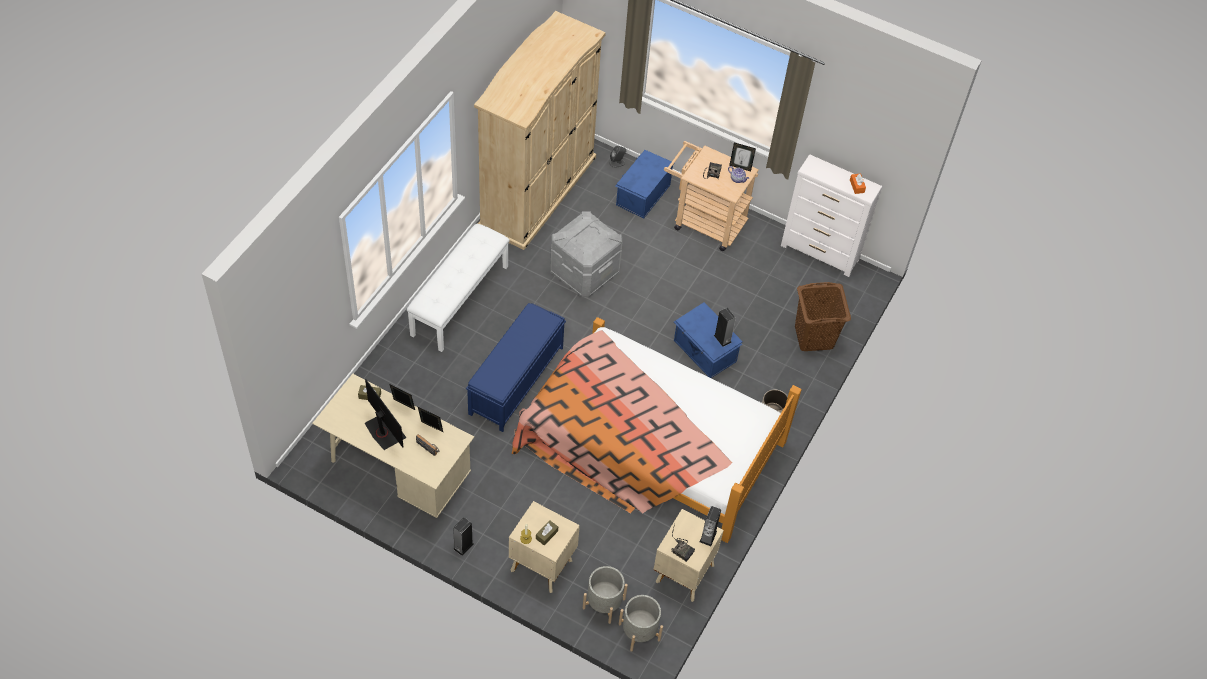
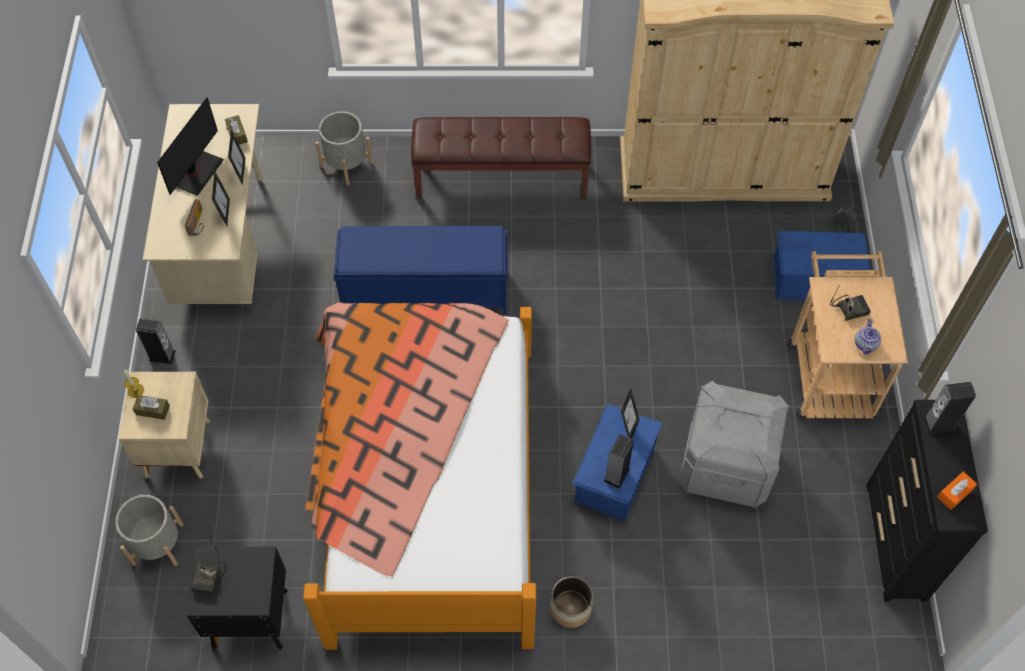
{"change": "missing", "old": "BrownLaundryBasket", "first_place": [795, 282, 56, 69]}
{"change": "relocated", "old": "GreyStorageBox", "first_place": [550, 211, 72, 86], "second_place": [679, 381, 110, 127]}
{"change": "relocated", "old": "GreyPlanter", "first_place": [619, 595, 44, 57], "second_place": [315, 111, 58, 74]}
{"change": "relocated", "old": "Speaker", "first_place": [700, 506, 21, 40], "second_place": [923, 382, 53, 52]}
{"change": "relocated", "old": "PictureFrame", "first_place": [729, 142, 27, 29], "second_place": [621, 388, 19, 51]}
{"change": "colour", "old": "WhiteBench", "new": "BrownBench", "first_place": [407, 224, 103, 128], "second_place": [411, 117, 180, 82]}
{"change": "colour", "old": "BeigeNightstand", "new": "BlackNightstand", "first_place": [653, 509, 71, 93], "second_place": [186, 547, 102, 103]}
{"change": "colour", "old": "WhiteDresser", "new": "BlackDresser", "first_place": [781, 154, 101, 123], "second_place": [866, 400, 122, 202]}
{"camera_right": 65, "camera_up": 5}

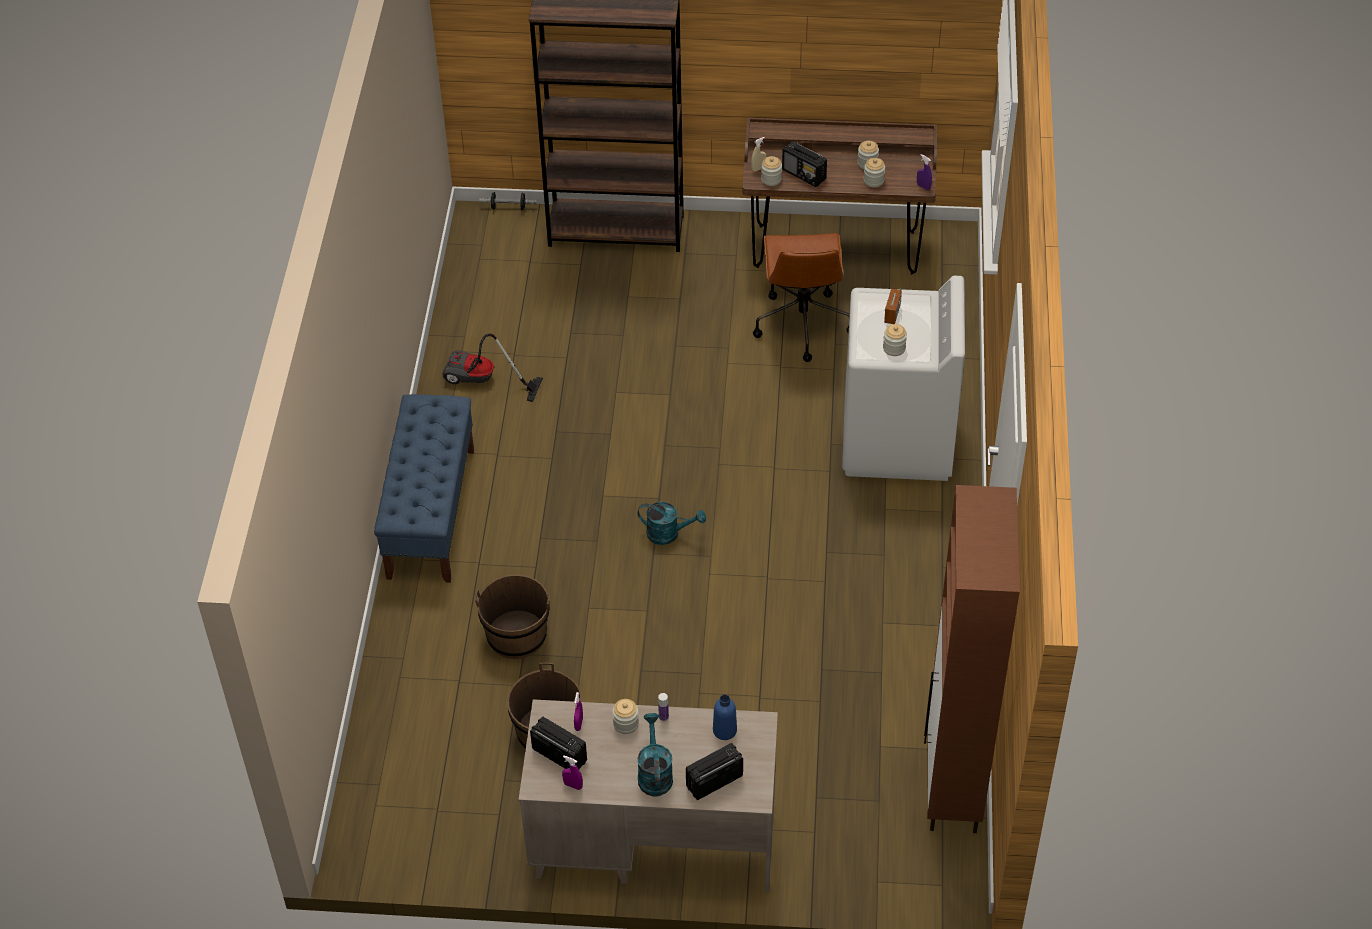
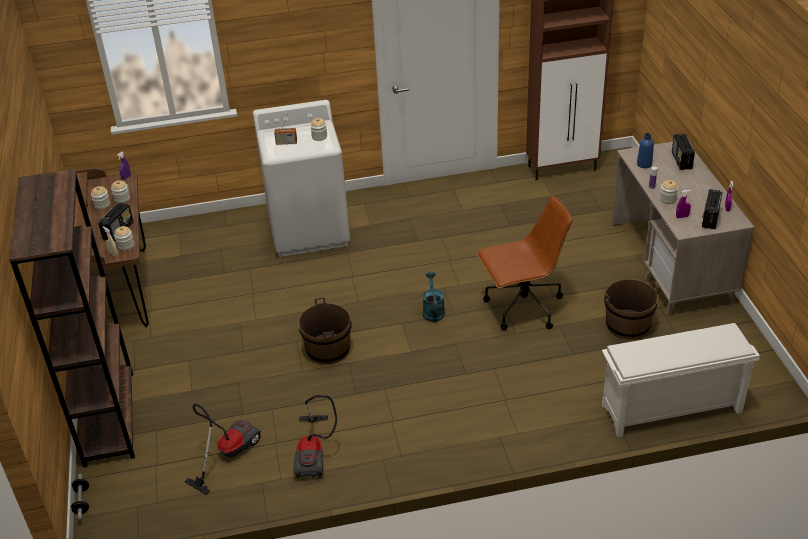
{"change": "missing", "old": "BlueBench", "first_place": [374, 394, 100, 189]}
{"change": "missing", "old": "TurquoiseWateringCan", "first_place": [637, 713, 36, 84]}
{"change": "appeared", "new": "VacuumCleaner", "second_place": [184, 404, 77, 91]}
{"change": "appeared", "new": "WhiteShoeRack", "second_place": [602, 323, 158, 114]}
{"change": "relocated", "old": "BrownBucket", "first_place": [475, 574, 75, 85], "second_place": [298, 297, 54, 68]}
{"change": "relocated", "old": "BrownOfficeChair", "first_place": [753, 233, 97, 129], "second_place": [477, 196, 95, 134]}
{"change": "spun", "old": "Radio", "first_place": [686, 743, 57, 57], "second_place": [672, 133, 23, 37], "degrees": 45}
{"camera_right": -105, "camera_up": -10}

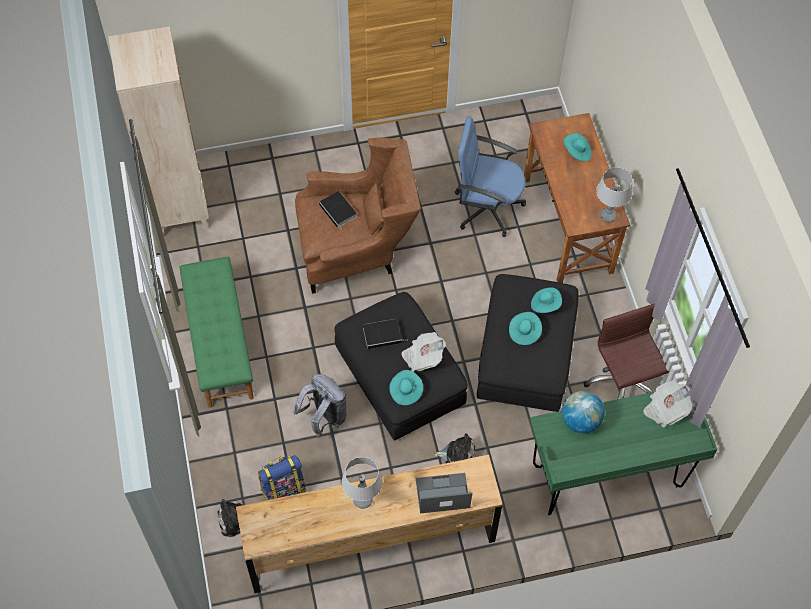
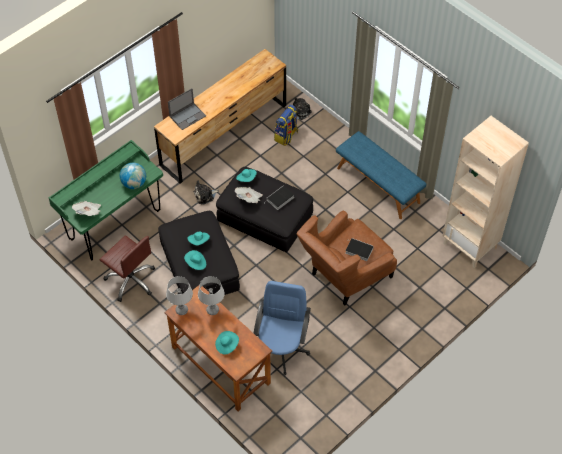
{"change": "missing", "old": "GreyBackpack", "first_place": [293, 374, 54, 64]}
{"change": "relocated", "old": "GreyTableLamp", "first_place": [342, 457, 41, 52], "second_place": [198, 276, 27, 39]}
{"change": "colour", "old": "GreenBench", "new": "BlueBench", "first_place": [179, 257, 75, 151], "second_place": [336, 131, 90, 88]}
{"change": "spun", "old": "BlueOfficeChair", "first_place": [455, 116, 71, 121], "second_place": [254, 281, 57, 94], "degrees": -60}
{"camera_right": 150, "camera_up": -5}

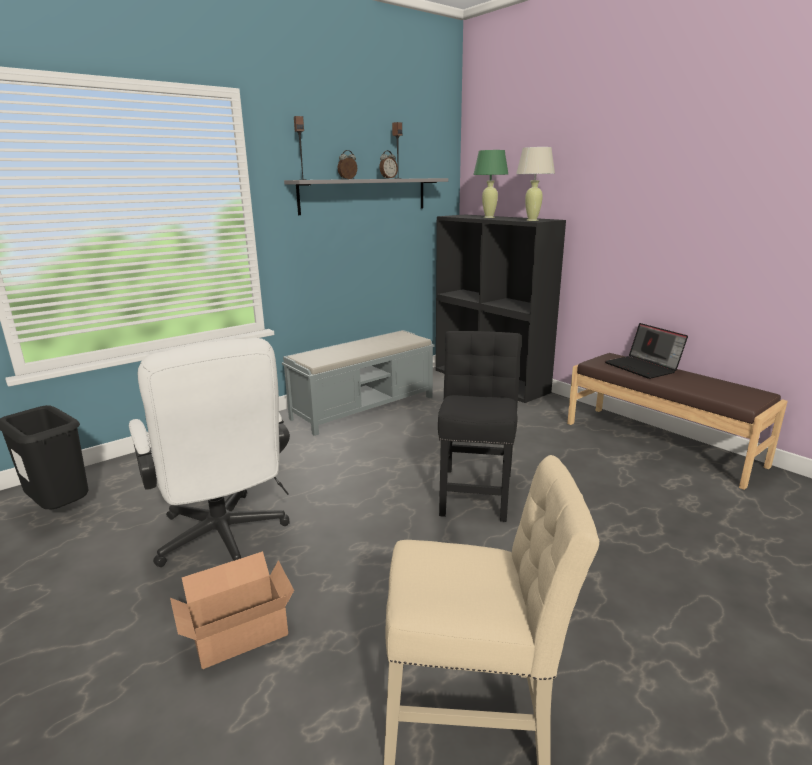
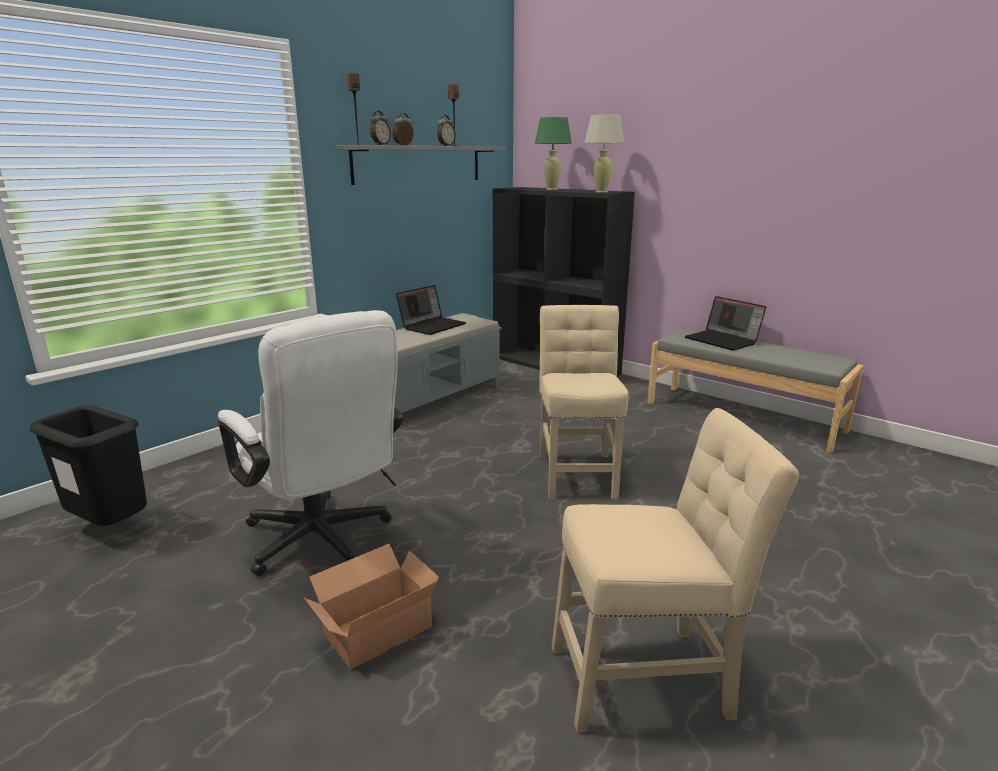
{"change": "appeared", "new": "AlarmClock", "second_place": [370, 111, 21, 34]}
{"change": "appeared", "new": "Laptop", "second_place": [396, 285, 70, 50]}
{"change": "colour", "old": "BlackChair", "new": "BeigeChair", "first_place": [438, 331, 84, 191], "second_place": [540, 305, 88, 195]}
{"change": "colour", "old": "BrownBench", "new": "GreyBench", "first_place": [567, 353, 221, 137], "second_place": [647, 328, 216, 125]}
{"camera_right": -10, "camera_up": 0}

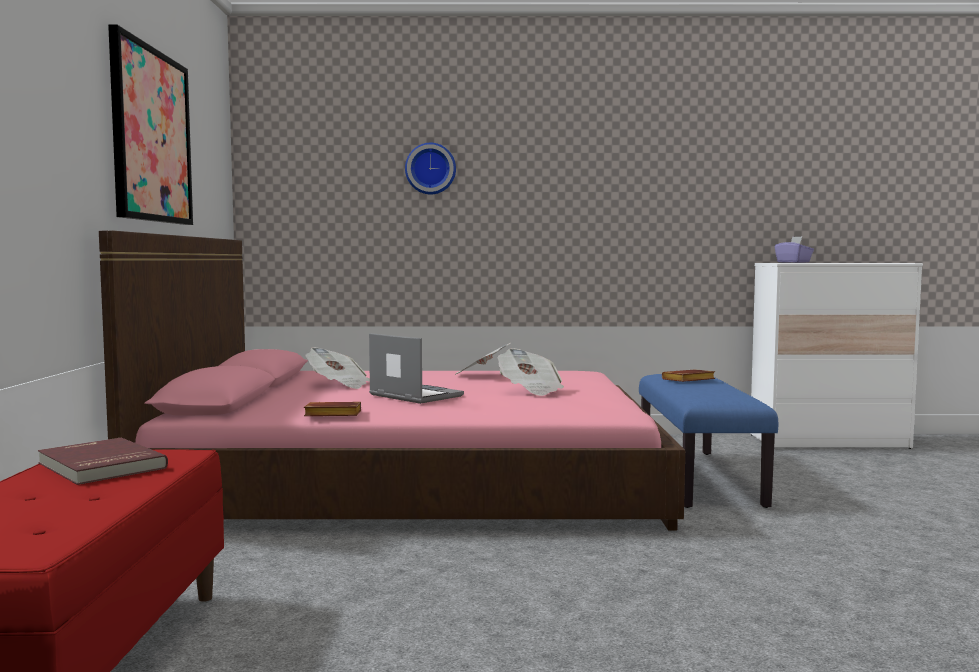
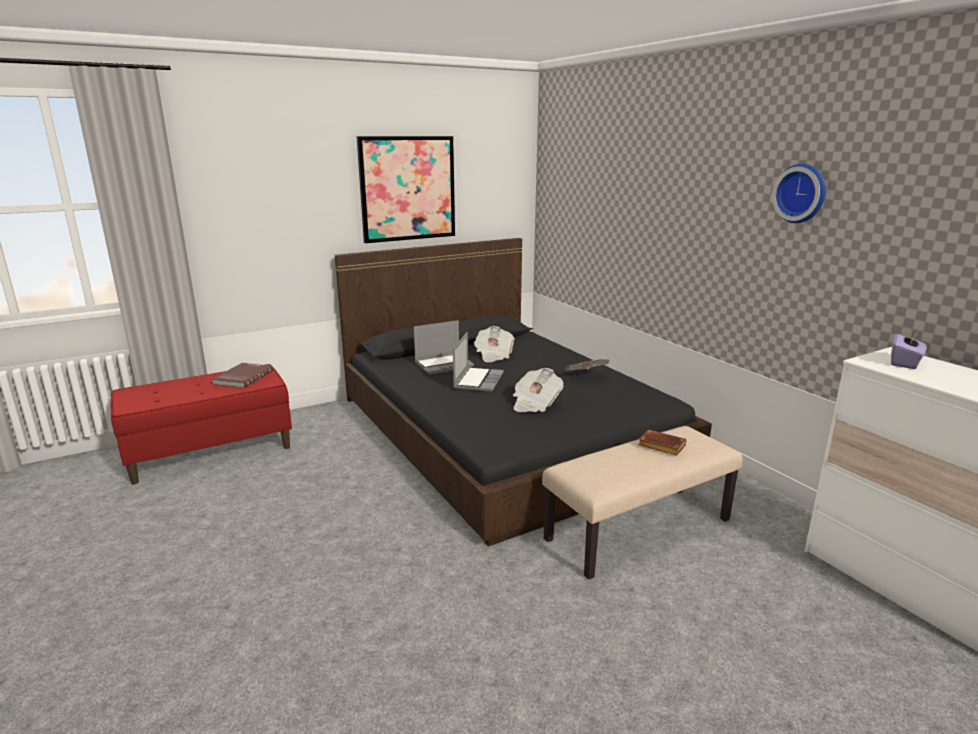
{"change": "missing", "old": "BrownBook", "first_place": [304, 402, 57, 14]}
{"change": "appeared", "new": "Laptop", "second_place": [414, 320, 60, 55]}
{"change": "relocated", "old": "WallClock", "first_place": [405, 143, 51, 51], "second_place": [772, 164, 54, 59]}
{"change": "colour", "old": "PinkBed", "new": "BlackBed", "first_place": [99, 230, 586, 300], "second_place": [335, 238, 377, 309]}
{"change": "colour", "old": "BlueBench", "new": "BeigeBench", "first_place": [639, 374, 139, 134], "second_place": [542, 426, 201, 154]}
{"camera_right": 60, "camera_up": 15}

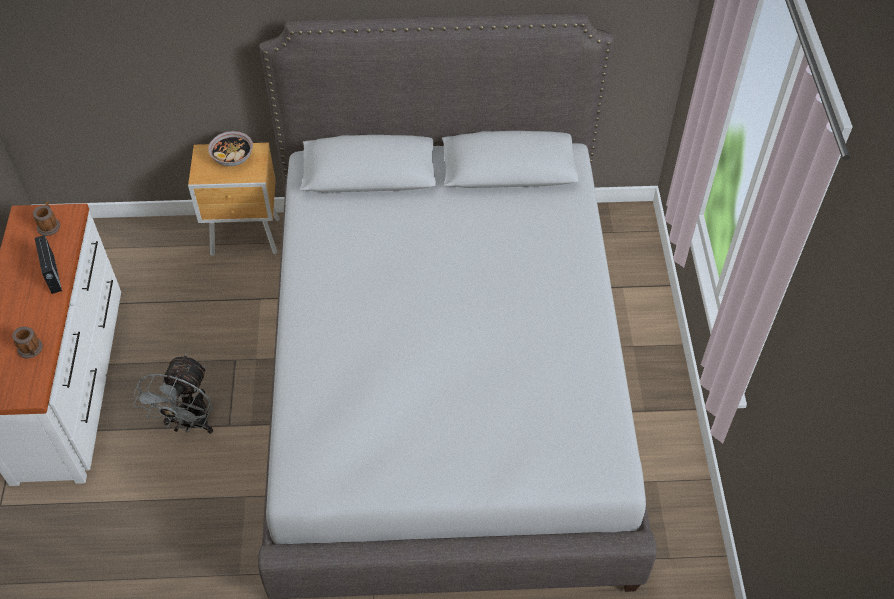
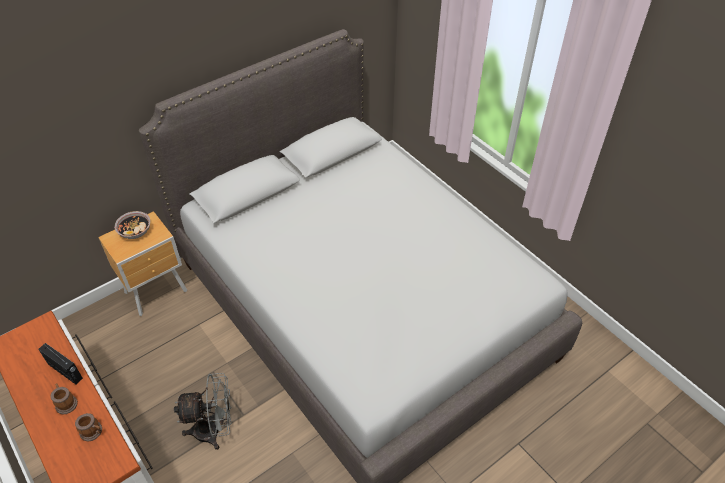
{"change": "relocated", "old": "Mug", "first_place": [33, 201, 27, 35], "second_place": [51, 383, 27, 32]}
{"change": "spun", "old": "GreyFan", "first_place": [133, 354, 80, 80], "second_place": [174, 373, 58, 77], "degrees": -75}
{"camera_right": -35, "camera_up": -5}

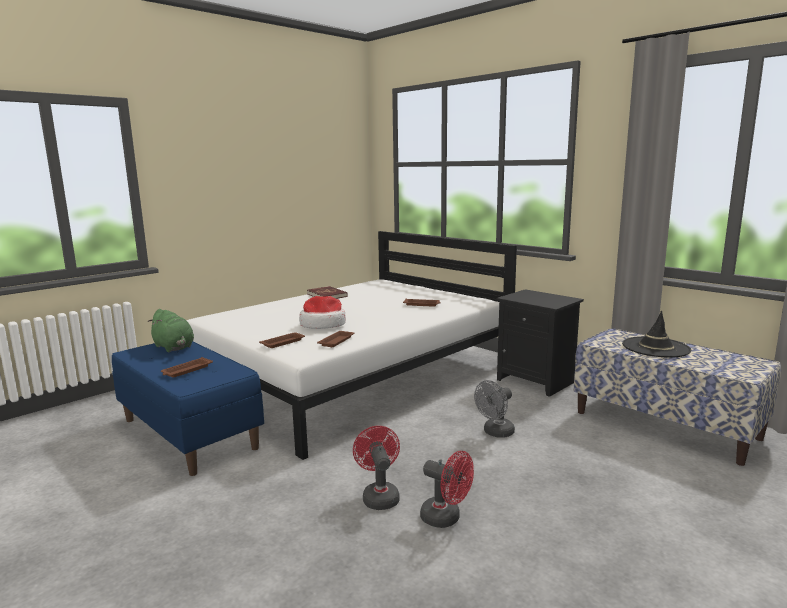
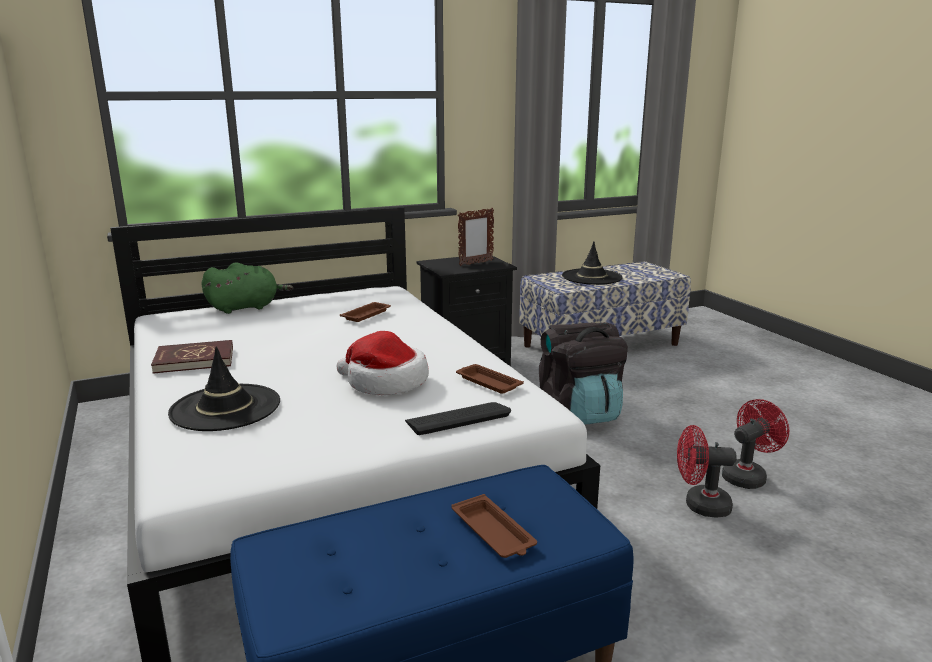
{"change": "appeared", "new": "BlackHat", "second_place": [168, 346, 112, 85]}
{"change": "appeared", "new": "PictureFrame", "second_place": [458, 208, 36, 58]}
{"change": "relocated", "old": "GreenPlushToy", "first_place": [148, 309, 46, 43], "second_place": [202, 262, 91, 52]}
{"change": "exchanged", "old": "BrownTray", "new": "Keyboard", "first_place": [259, 332, 46, 16], "second_place": [405, 402, 106, 33]}
{"change": "exchanged", "old": "GreyFan", "new": "BlackBackpack", "first_place": [474, 380, 41, 58], "second_place": [539, 322, 89, 103]}
{"camera_right": -70, "camera_up": 5}

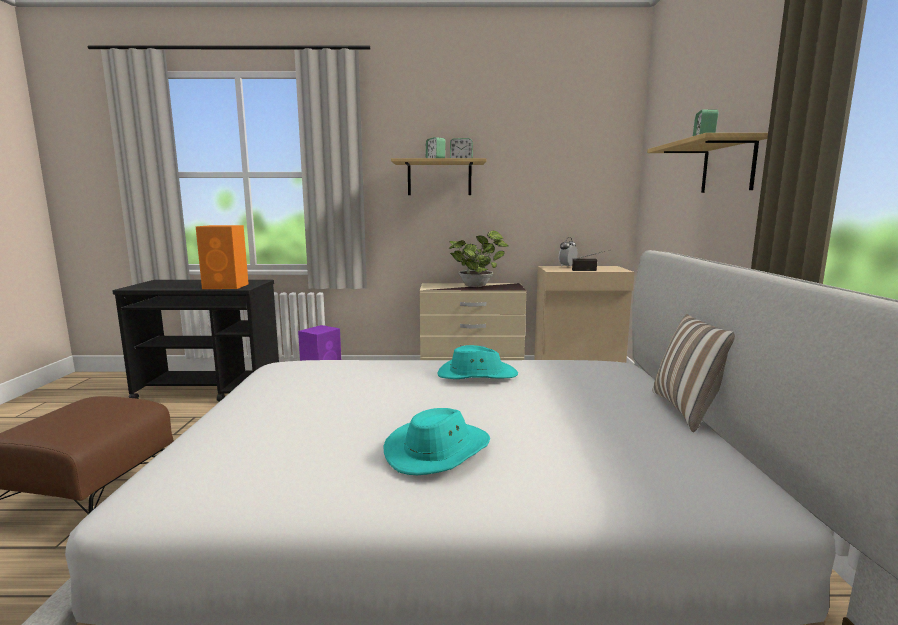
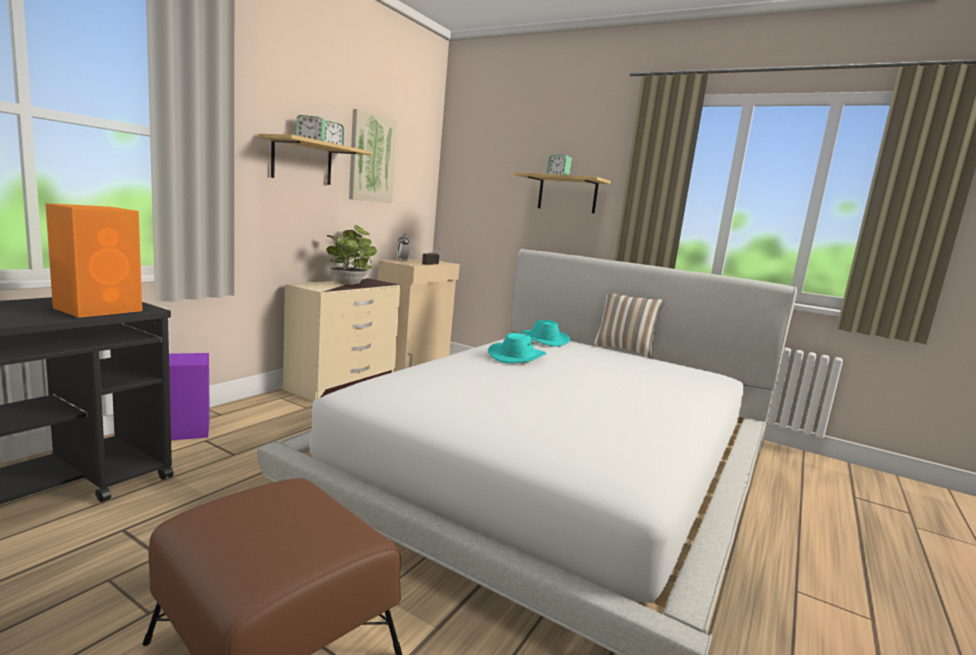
{"change": "appeared", "new": "Picture", "second_place": [349, 109, 48, 94]}
{"change": "relocated", "old": "TurquoiseHat", "first_place": [383, 408, 107, 67], "second_place": [521, 320, 49, 27]}
{"camera_right": -60, "camera_up": 0}

